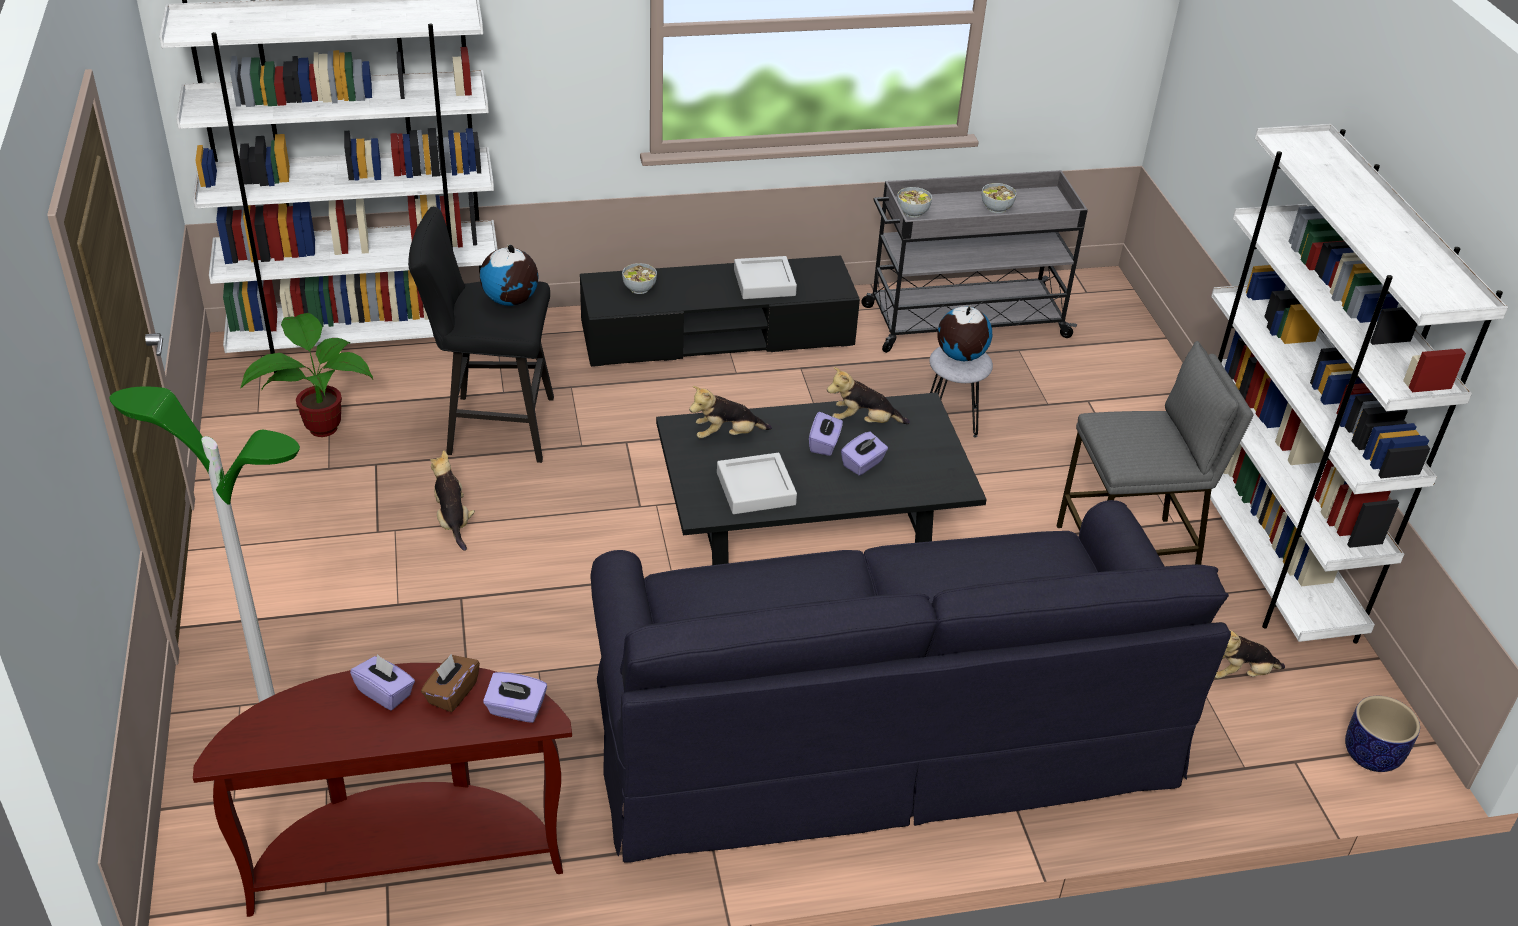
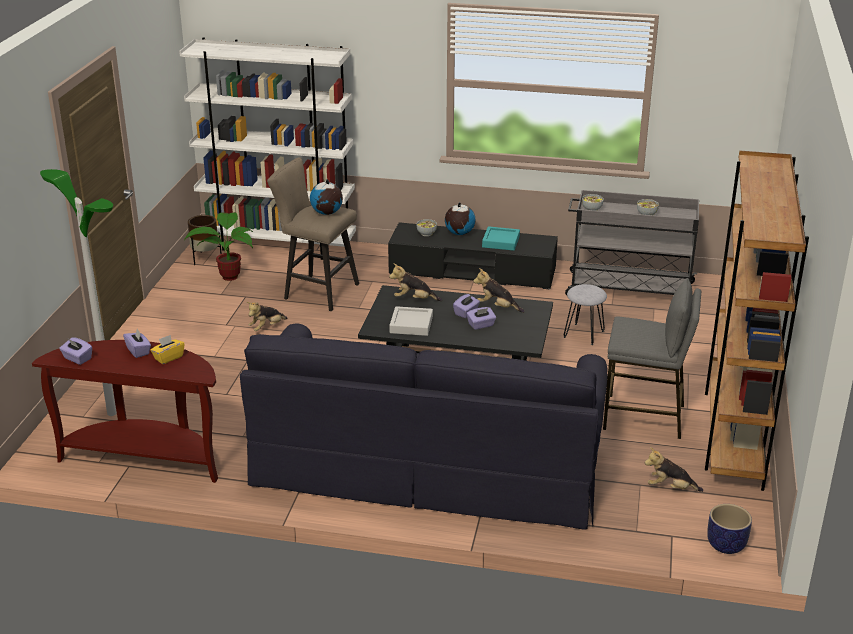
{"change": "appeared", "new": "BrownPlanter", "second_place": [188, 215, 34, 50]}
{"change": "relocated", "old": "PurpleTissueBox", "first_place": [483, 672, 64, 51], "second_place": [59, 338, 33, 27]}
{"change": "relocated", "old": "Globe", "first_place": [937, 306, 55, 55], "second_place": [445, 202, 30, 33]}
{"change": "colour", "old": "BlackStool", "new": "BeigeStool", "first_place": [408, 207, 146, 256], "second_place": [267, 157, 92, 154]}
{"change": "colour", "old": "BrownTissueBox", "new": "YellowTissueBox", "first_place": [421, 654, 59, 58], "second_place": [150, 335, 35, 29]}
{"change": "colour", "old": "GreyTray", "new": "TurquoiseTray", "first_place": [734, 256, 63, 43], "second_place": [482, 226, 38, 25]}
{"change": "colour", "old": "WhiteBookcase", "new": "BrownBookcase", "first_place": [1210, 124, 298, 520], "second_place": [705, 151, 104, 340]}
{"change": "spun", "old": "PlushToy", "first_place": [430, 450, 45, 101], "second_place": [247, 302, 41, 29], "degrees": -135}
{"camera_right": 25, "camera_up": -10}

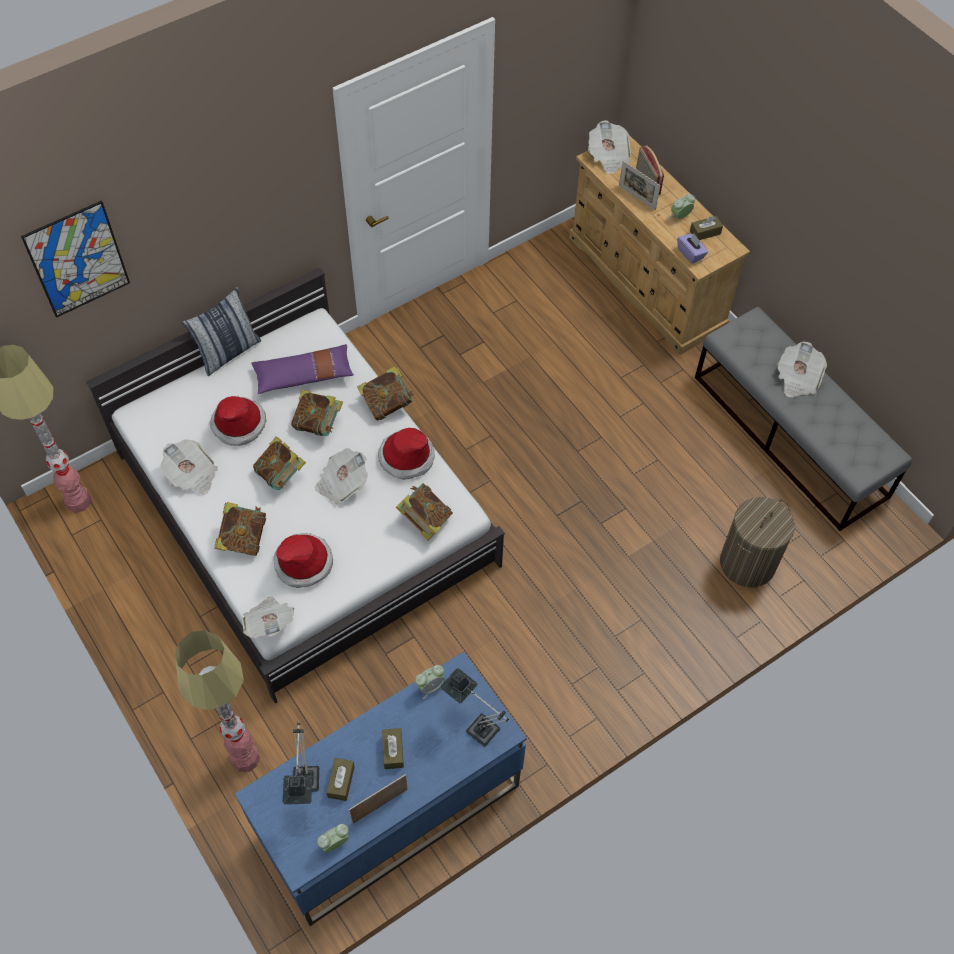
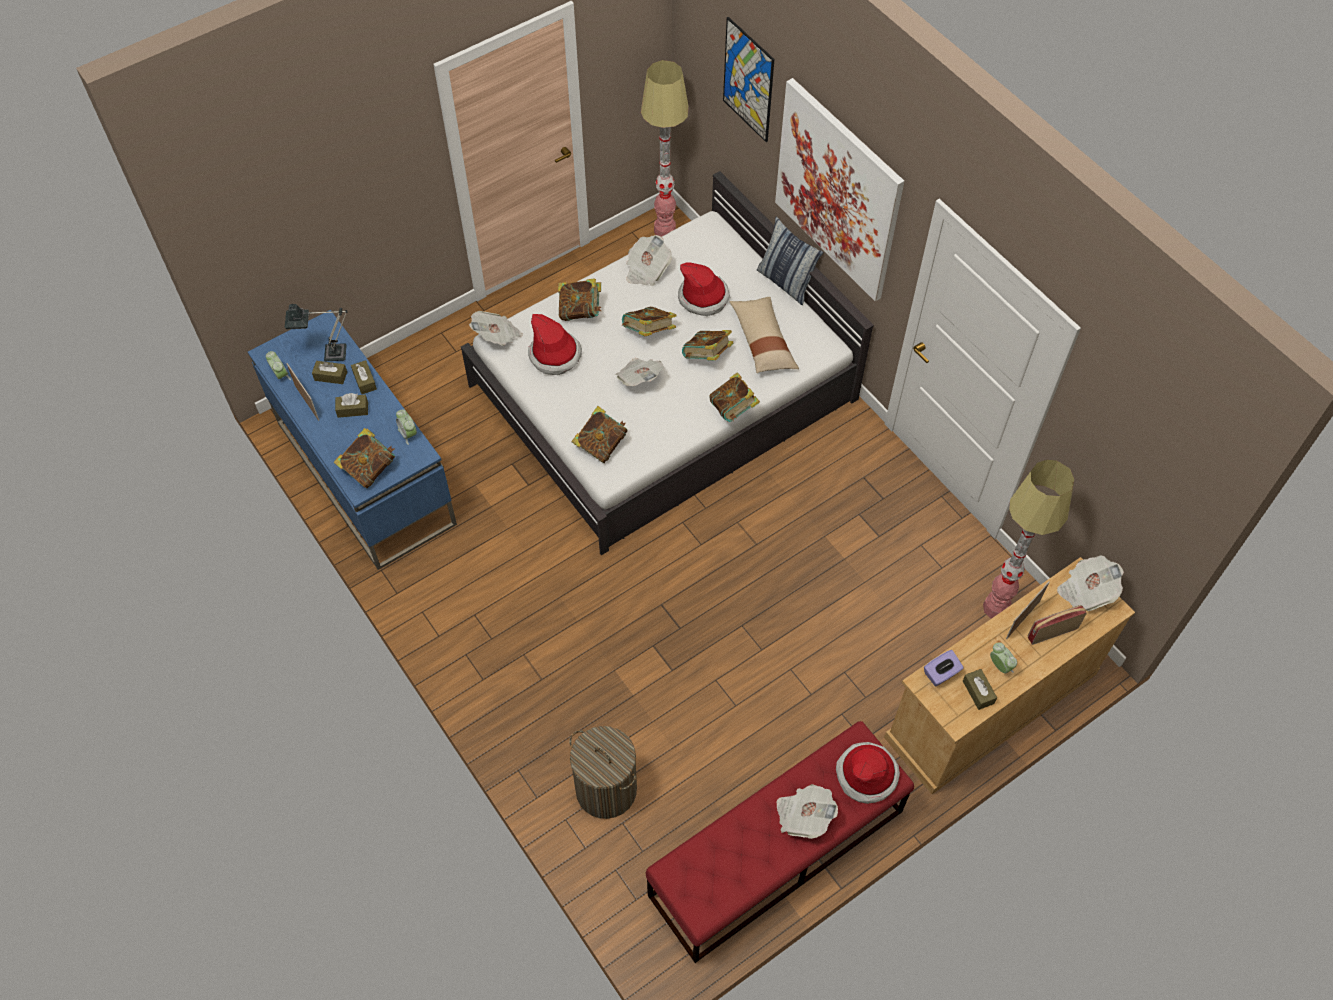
{"change": "appeared", "new": "BrownTissueBox", "second_place": [351, 360, 26, 34]}
{"change": "appeared", "new": "Picture", "second_place": [775, 78, 129, 223]}
{"change": "relocated", "old": "FloorLamp", "first_place": [175, 630, 85, 142], "second_place": [983, 460, 91, 158]}
{"change": "relocated", "old": "Hat", "first_place": [378, 428, 57, 52], "second_place": [836, 742, 64, 62]}
{"change": "exchanged", "old": "TableLamp", "new": "Book", "first_place": [440, 668, 69, 79], "second_place": [334, 428, 61, 60]}
{"change": "colour", "old": "PurplePillow", "new": "BeigePillow", "first_place": [252, 344, 102, 50], "second_place": [729, 297, 70, 76]}
{"change": "colour", "old": "GreyBench", "new": "RedBench", "first_place": [695, 307, 217, 224], "second_place": [646, 721, 268, 242]}
{"camera_right": 90, "camera_up": 0}

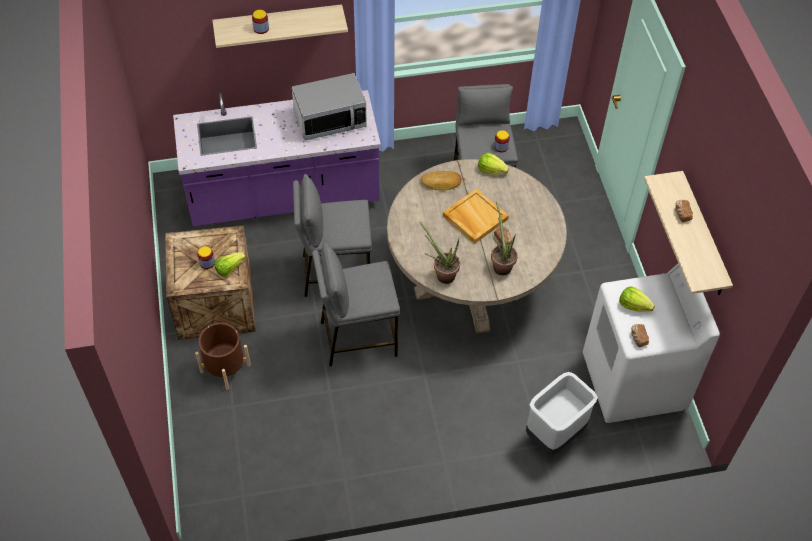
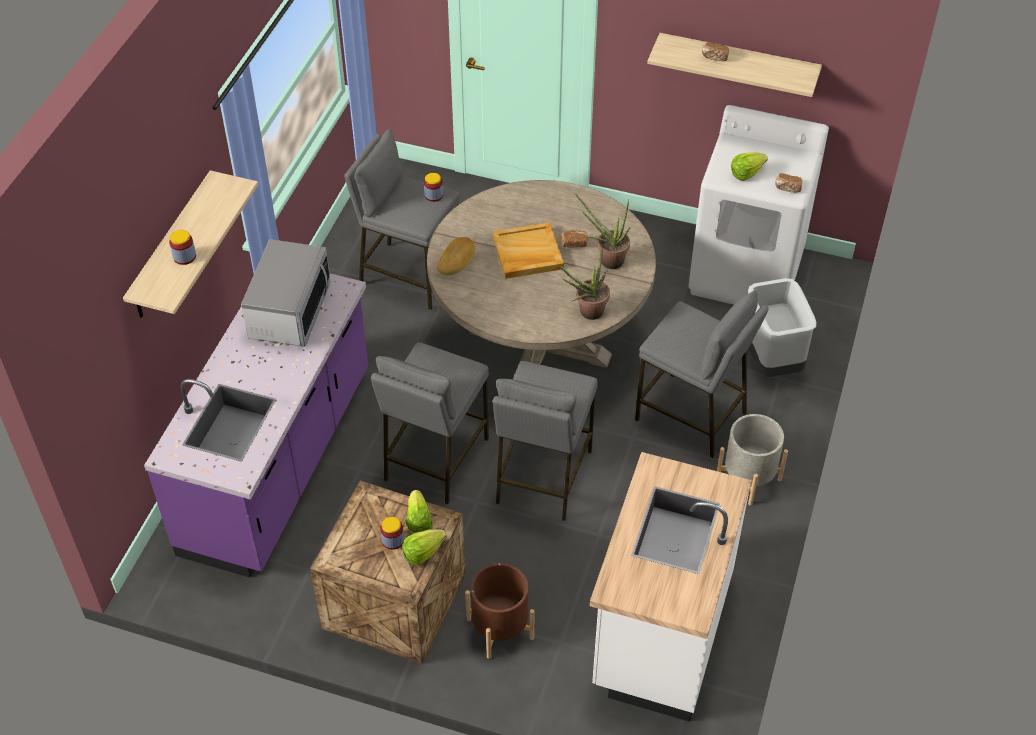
{"change": "appeared", "new": "WhiteCounter", "second_place": [590, 452, 161, 270]}
{"change": "appeared", "new": "GreyStool", "second_place": [635, 290, 134, 168]}
{"change": "appeared", "new": "GreyPlanter", "second_place": [717, 414, 71, 92]}
{"change": "relocated", "old": "Lettuce", "first_place": [478, 152, 31, 22], "second_place": [402, 529, 44, 36]}
{"camera_right": -60, "camera_up": -5}

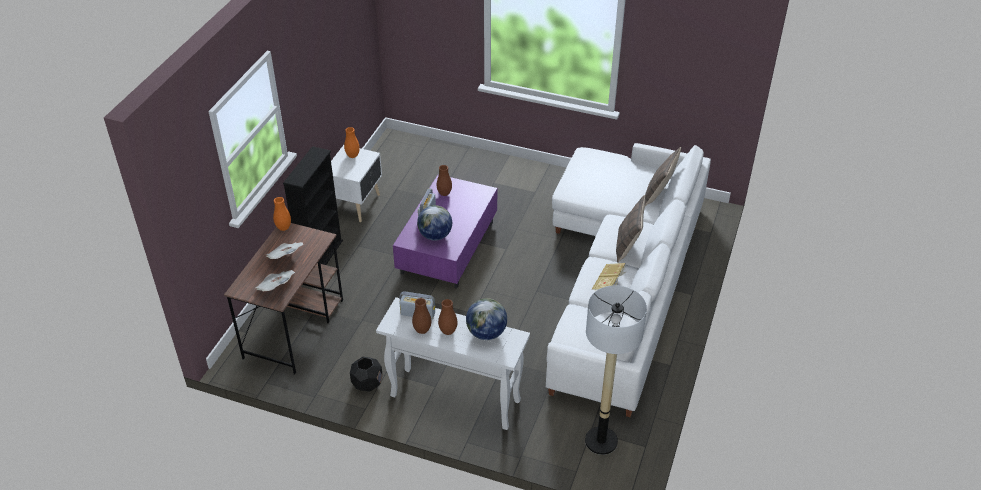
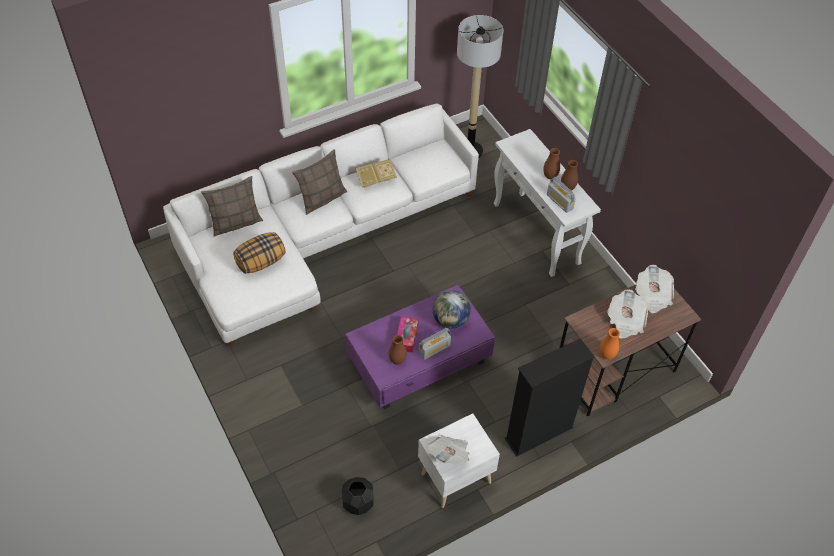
{"change": "missing", "old": "Globe", "first_place": [466, 298, 41, 42]}
{"change": "appeared", "new": "Pillow", "second_place": [233, 232, 53, 42]}
{"change": "appeared", "new": "TissueBox", "second_place": [397, 316, 21, 37]}
{"change": "relocated", "old": "BlackPlanter", "first_place": [350, 357, 33, 35], "second_place": [342, 477, 32, 38]}
{"change": "exchanged", "old": "OrangeVase", "new": "Newspaper", "first_place": [344, 127, 16, 31], "second_place": [426, 435, 44, 30]}
{"camera_right": -140, "camera_up": 10}

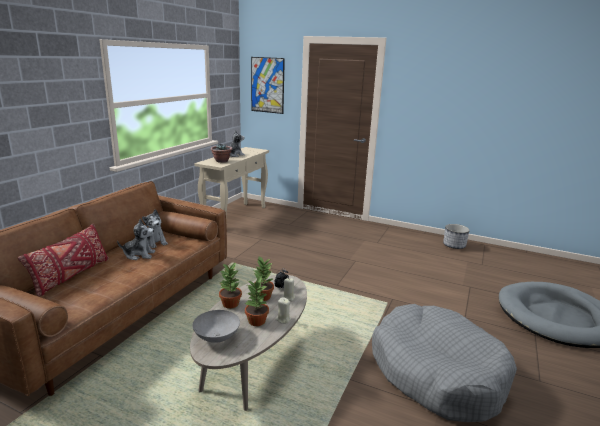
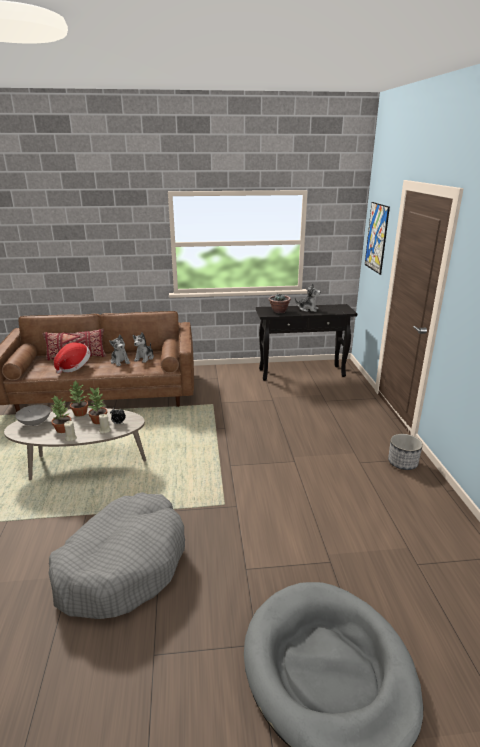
{"change": "appeared", "new": "Hat", "second_place": [54, 342, 37, 32]}
{"change": "relocated", "old": "Planter", "first_place": [443, 224, 27, 25], "second_place": [388, 434, 35, 36]}
{"change": "colour", "old": "BeigeConsoleTable", "new": "BlackConsoleTable", "first_place": [194, 147, 75, 66], "second_place": [256, 304, 101, 77]}
{"camera_right": 60, "camera_up": 5}

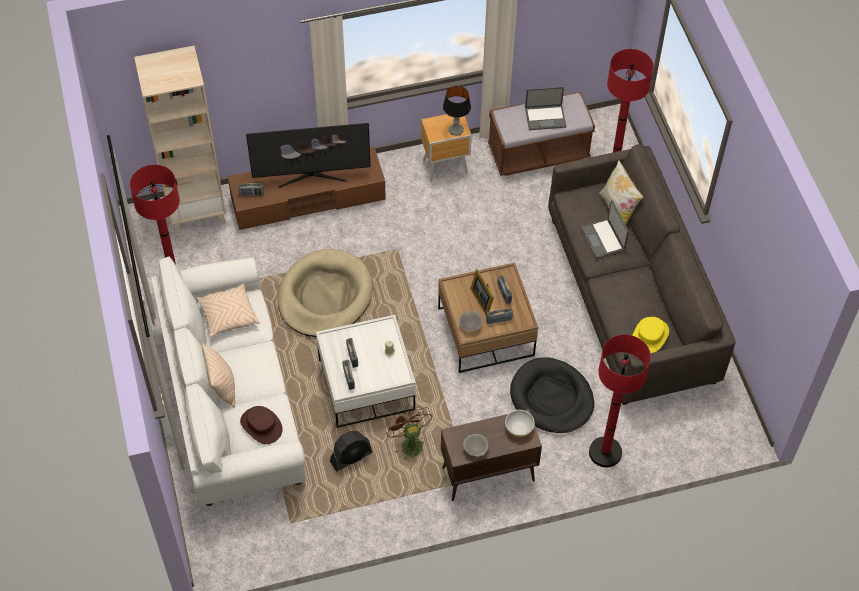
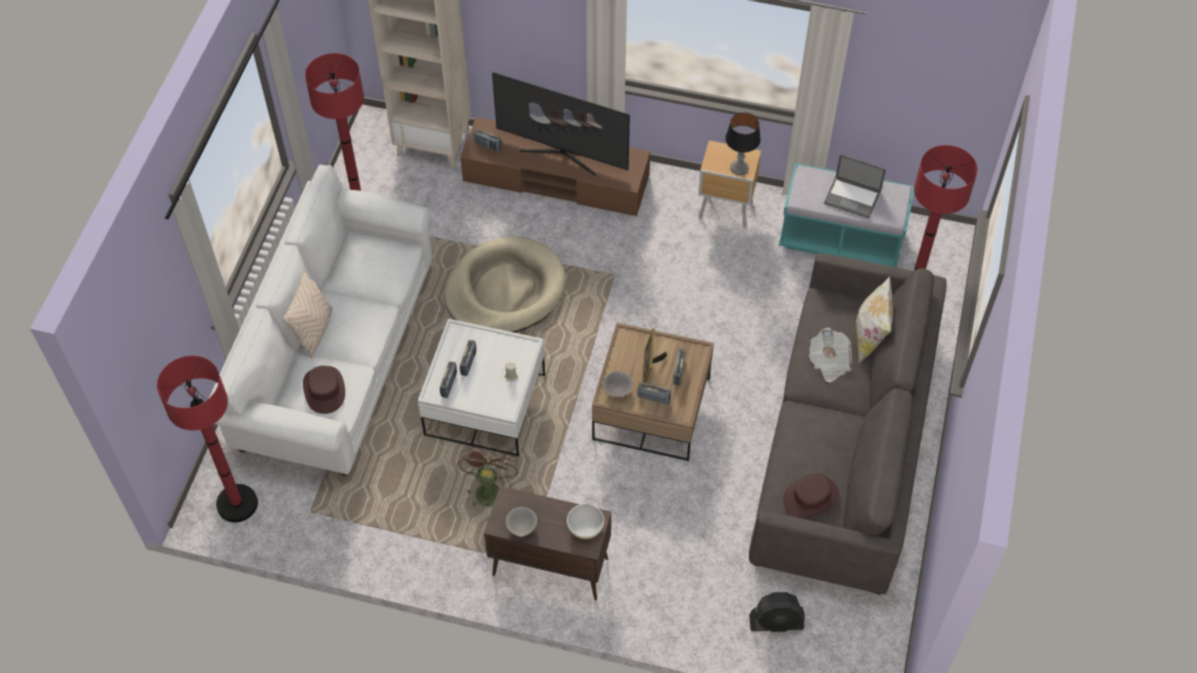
{"change": "missing", "old": "BeigePillow", "first_place": [196, 283, 64, 54]}
{"change": "missing", "old": "BlackDogBed", "first_place": [510, 357, 84, 76]}
{"change": "relocated", "old": "BlackFan", "first_place": [330, 431, 42, 41], "second_place": [749, 592, 56, 40]}
{"change": "relocated", "old": "RedFloorLamp", "first_place": [589, 335, 62, 132], "second_place": [157, 356, 101, 166]}
{"change": "exchanged", "old": "Laptop", "new": "Newspaper", "first_place": [581, 201, 48, 58], "second_place": [809, 328, 43, 54]}
{"change": "colour", "old": "BrownBench", "new": "TurquoiseBench", "first_place": [488, 92, 107, 84], "second_place": [779, 163, 135, 104]}
{"change": "colour", "old": "YellowHat", "new": "BrownHat", "first_place": [632, 317, 37, 36], "second_place": [783, 474, 56, 45]}
{"camera_right": 30, "camera_up": 0}

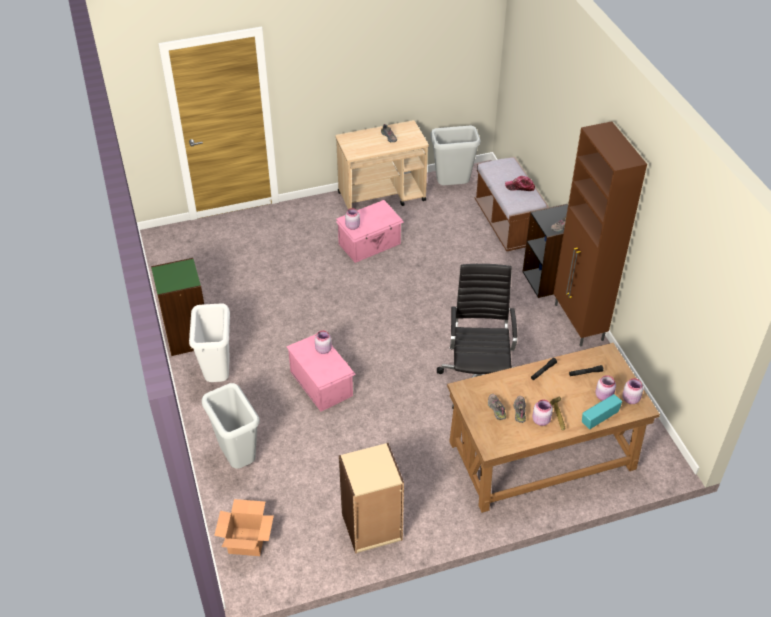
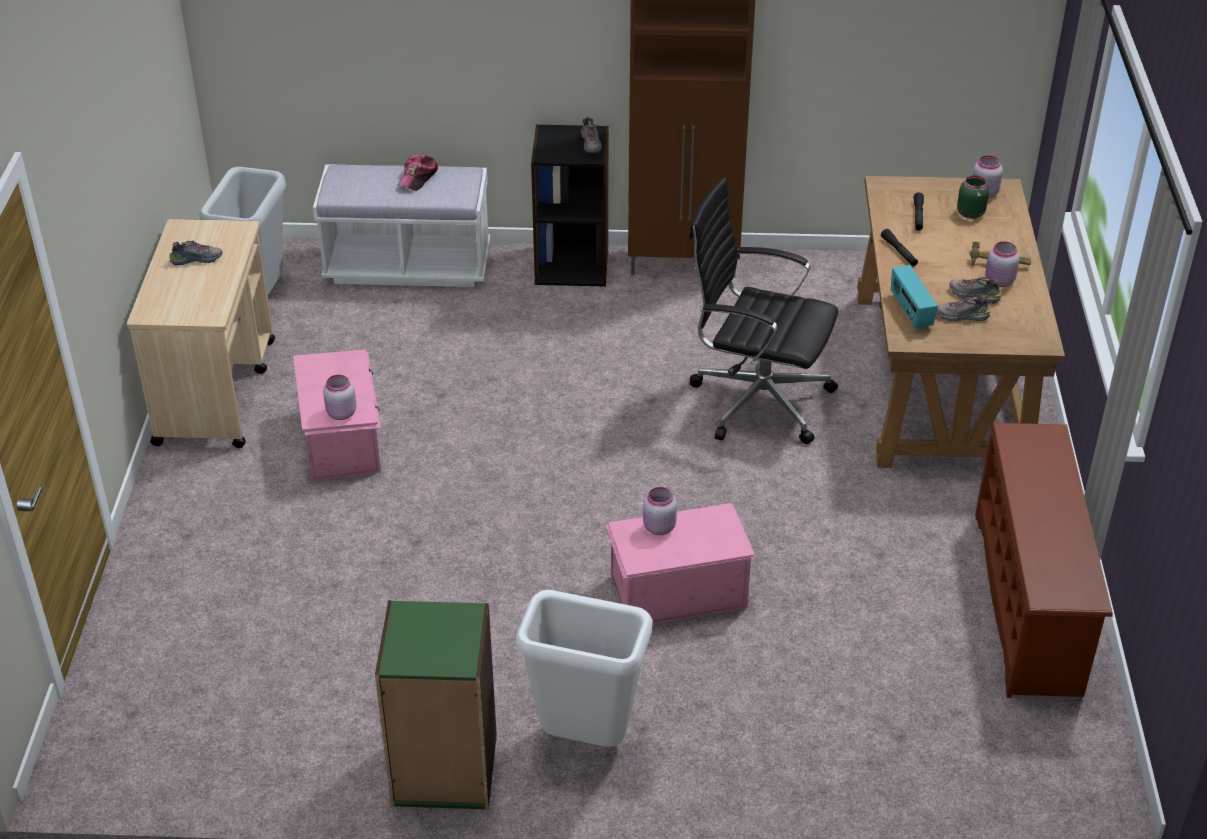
{"change": "missing", "old": "GreyTrashCan", "first_place": [202, 383, 58, 86]}
{"change": "missing", "old": "CardboardBox", "first_place": [214, 499, 60, 57]}
{"change": "relocated", "old": "Radio", "first_place": [582, 394, 40, 35], "second_place": [891, 265, 47, 64]}
{"change": "exchanged", "old": "BeigeBookcase", "new": "BrownShoeRack", "first_place": [339, 443, 65, 111], "second_place": [975, 423, 138, 275]}
{"change": "colour", "old": "BrownBench", "new": "WhiteBench", "first_place": [475, 157, 74, 94], "second_place": [313, 164, 177, 123]}
{"change": "colour", "old": "PinkJar", "new": "GreenJar", "first_place": [595, 375, 21, 26], "second_place": [957, 175, 32, 44]}
{"camera_right": -70, "camera_up": -5}

